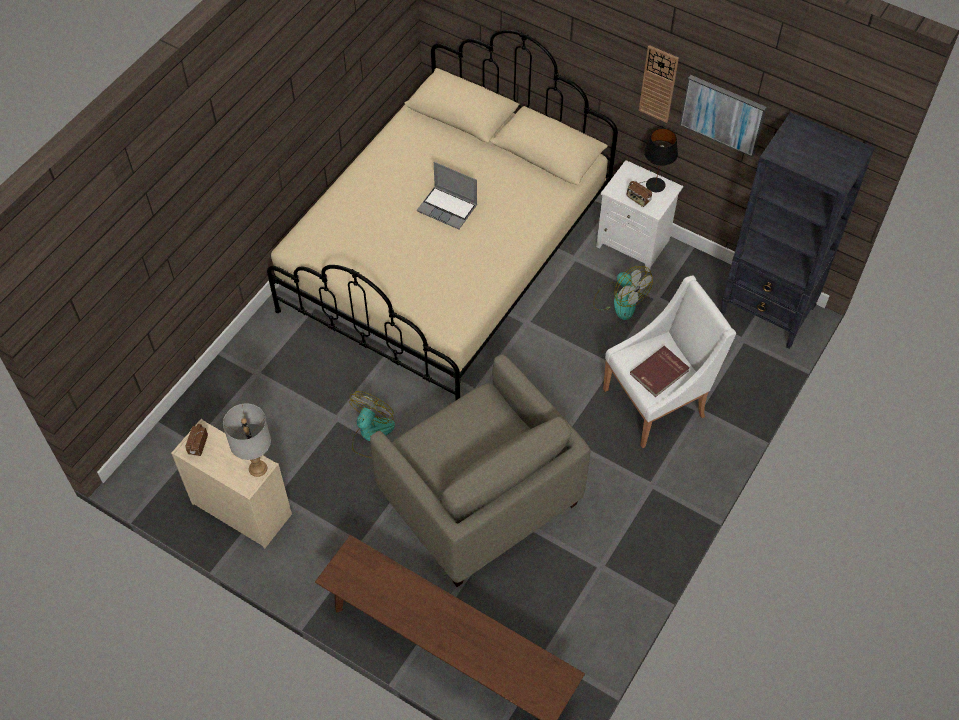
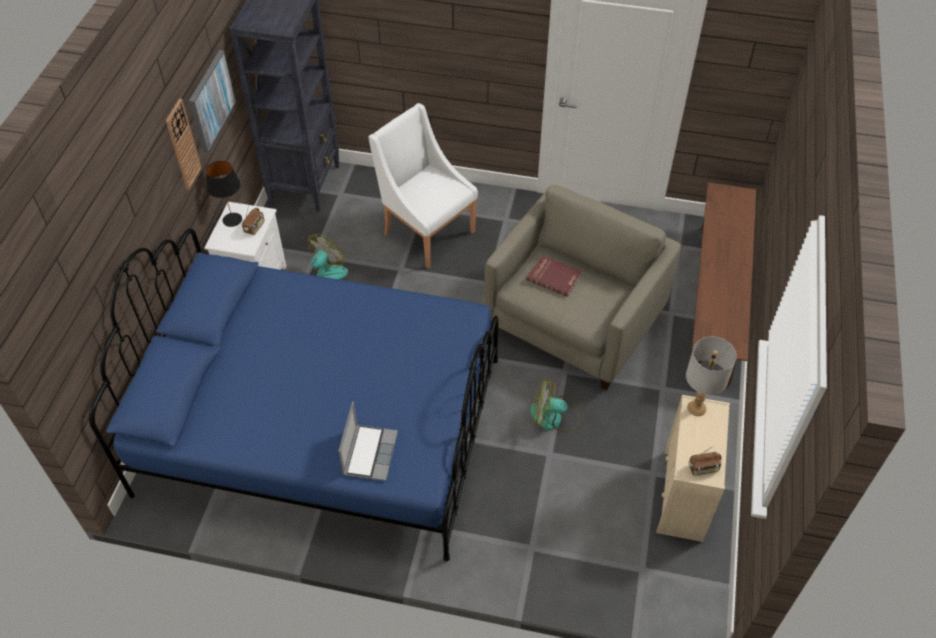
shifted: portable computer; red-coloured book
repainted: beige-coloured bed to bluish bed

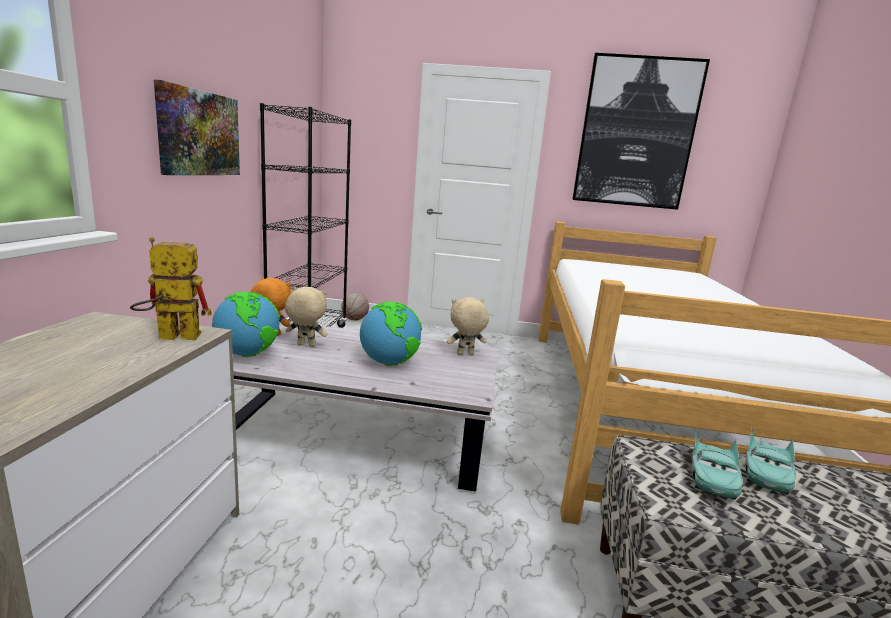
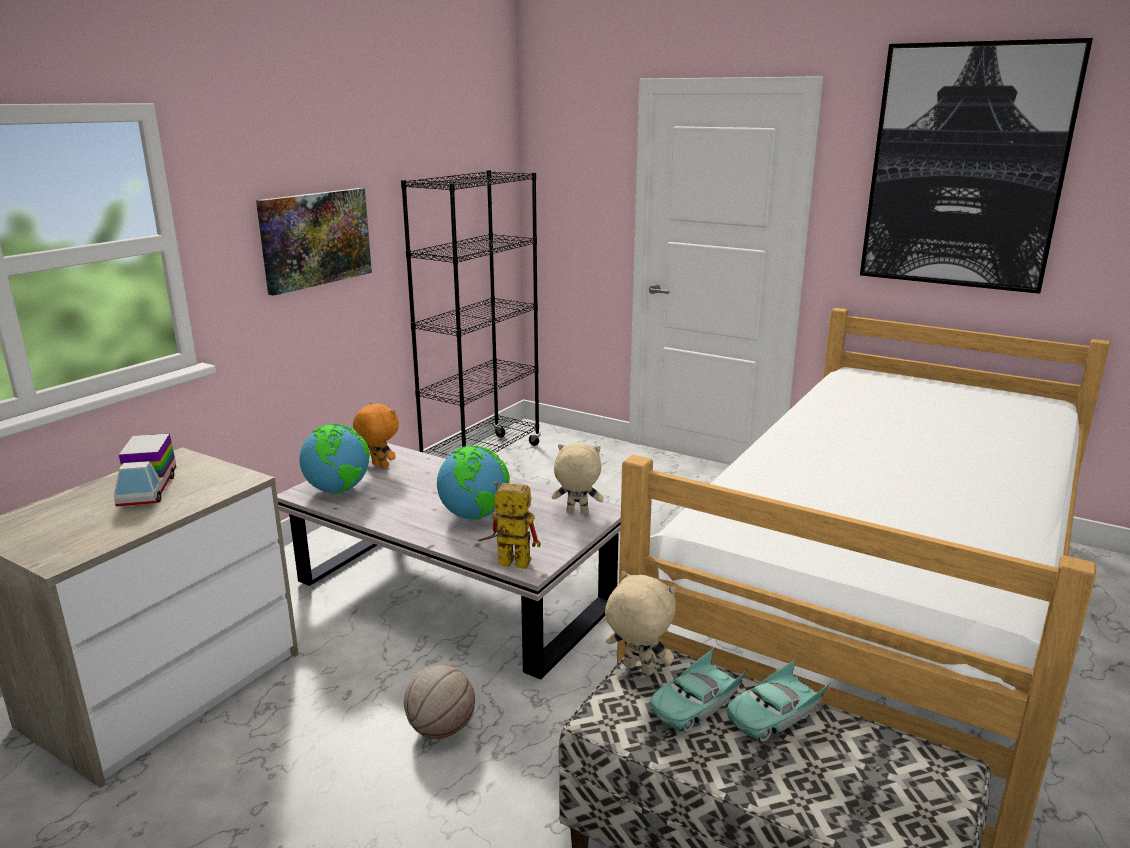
new: model truck
shifted: toy robot; beige-coloured plush toy (no. 1 from left in the first image) to beige-coloured plush toy (no. 2 from left); basketball

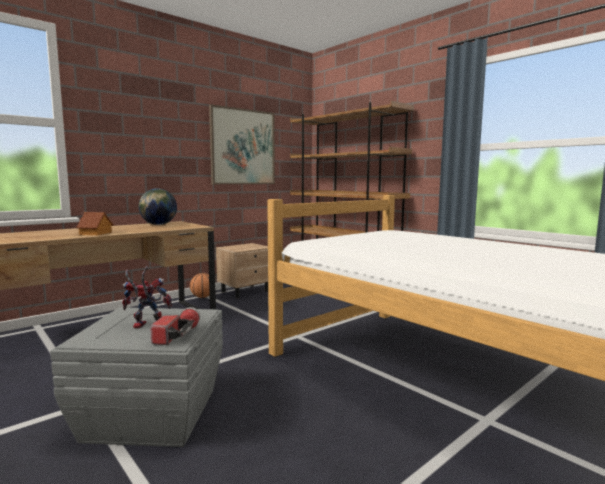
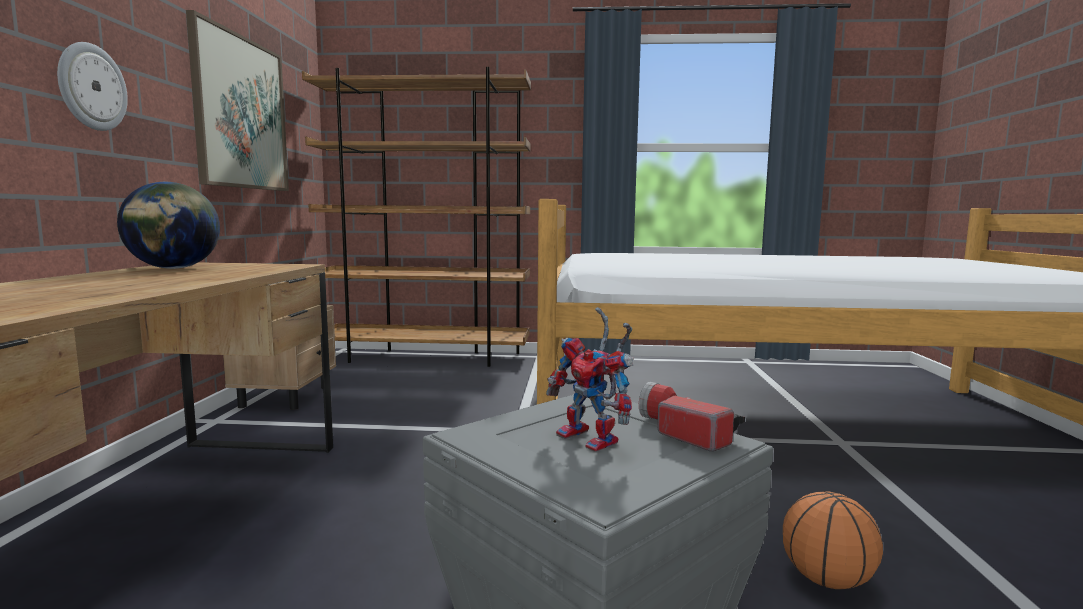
gone: miniature house
new: clock on the wall
shifted: basketball
rotated: toy robot 90 degrees counterclockwise

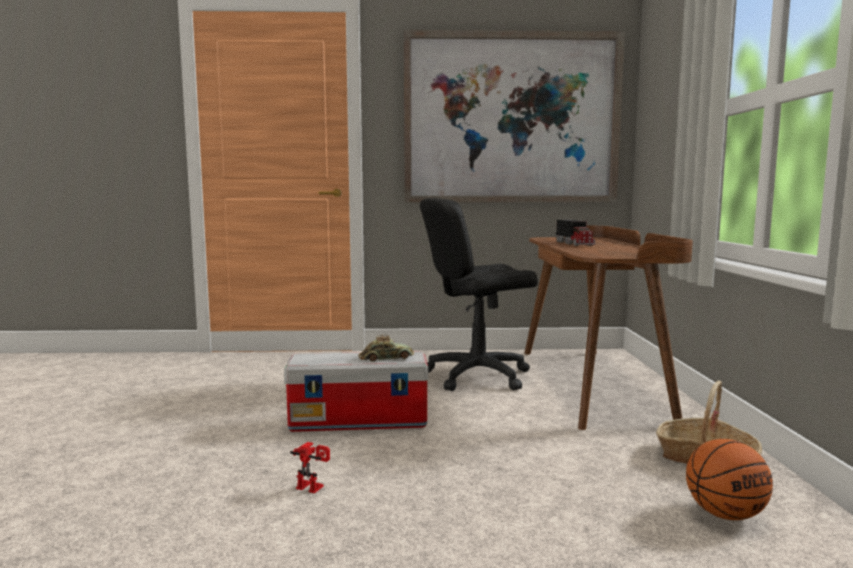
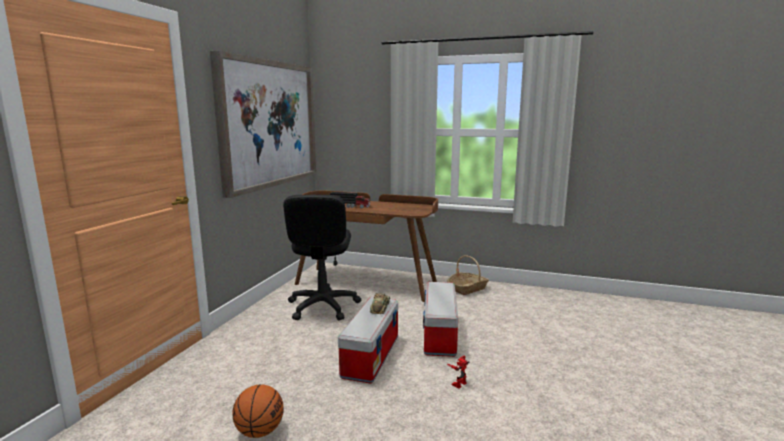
new: storage container (no. 2 from left)
shifted: basketball

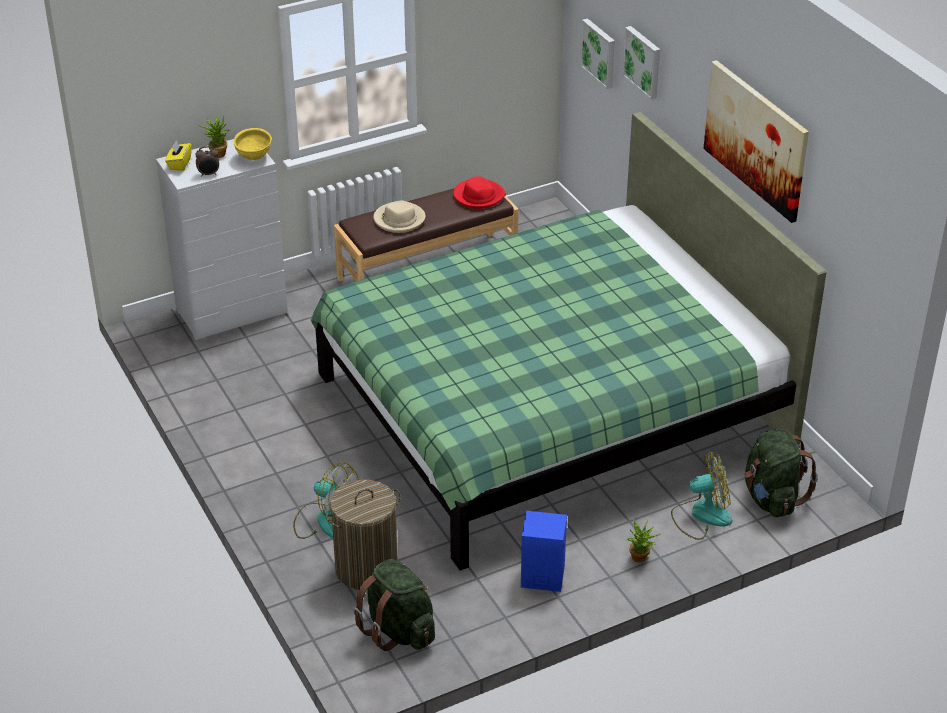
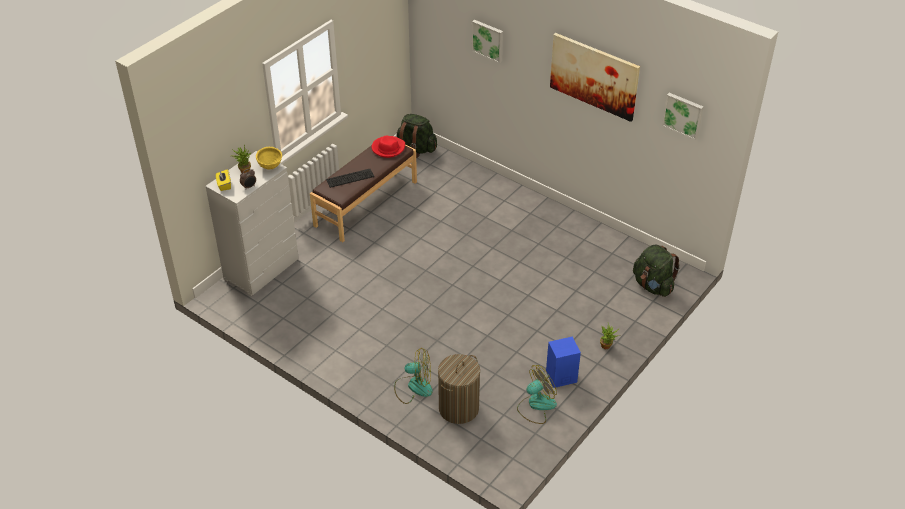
gone: greenish bed
shifted: greenish backpack (no. 1 from left); picture (no. 1 from left in the first image) to picture (no. 3 from left); electric fan (no. 2 from left)
swapped: beige-coloured clothing hat to PC keyboard

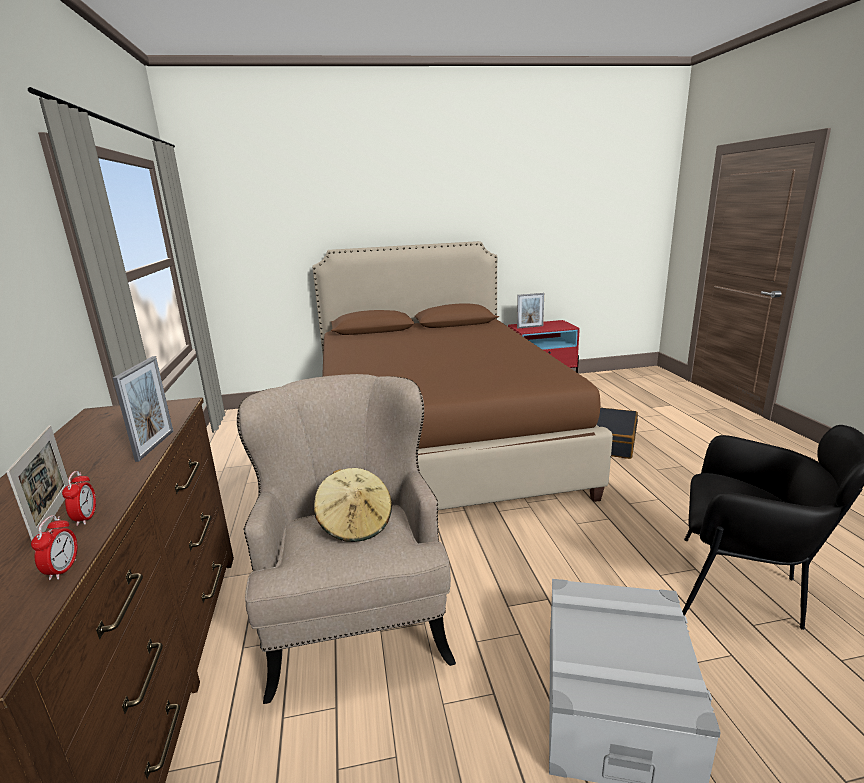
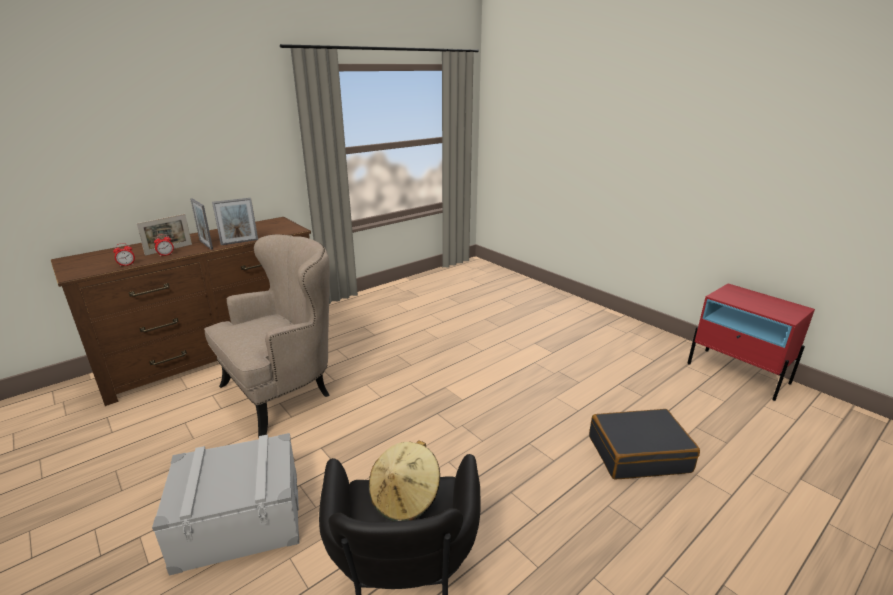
gone: brown-coloured bed
shifted: beige-coloured clothing hat; standing frame (no. 3 from left in the first image) to standing frame (no. 2 from left)

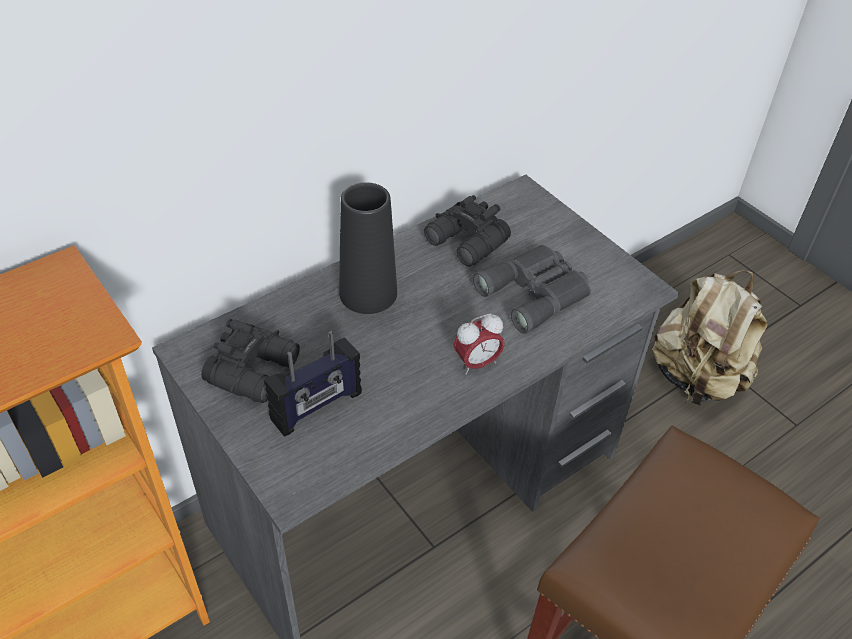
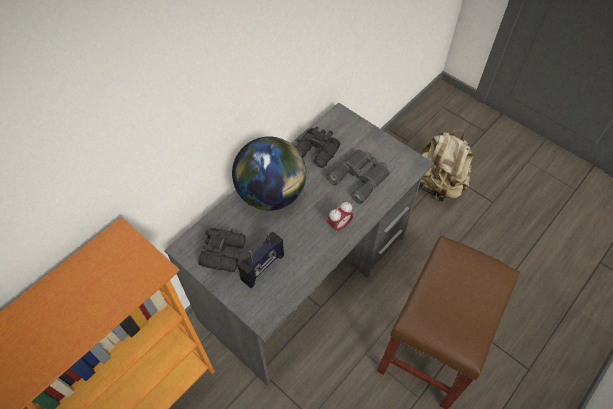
swapped: black decorative vase to globe

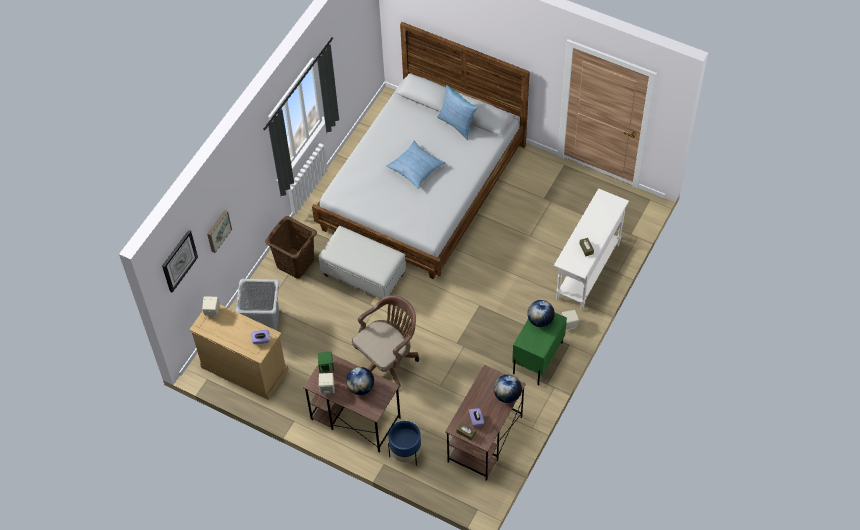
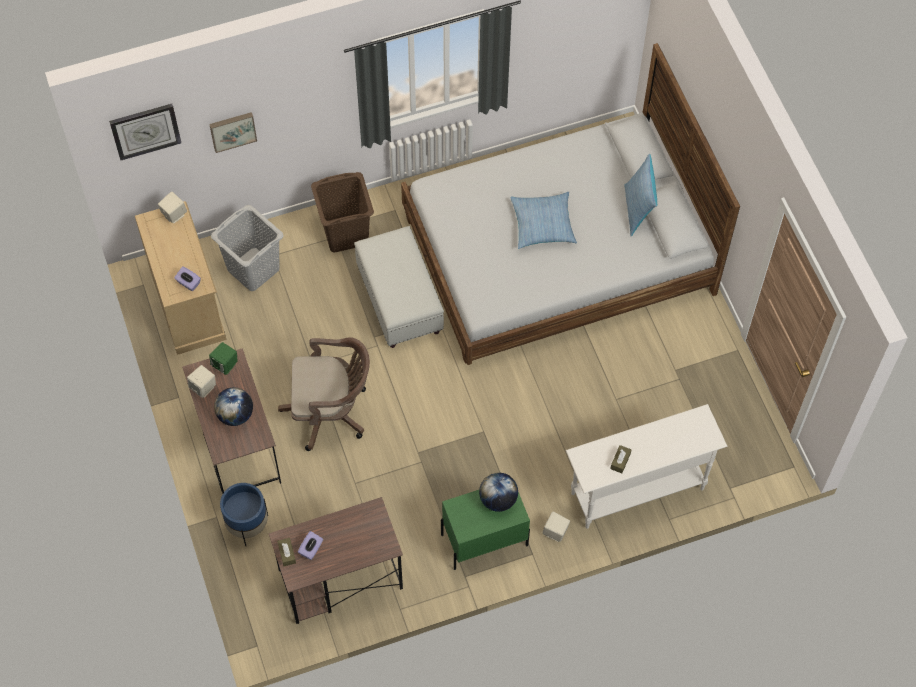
gone: globe (no. 2 from left)

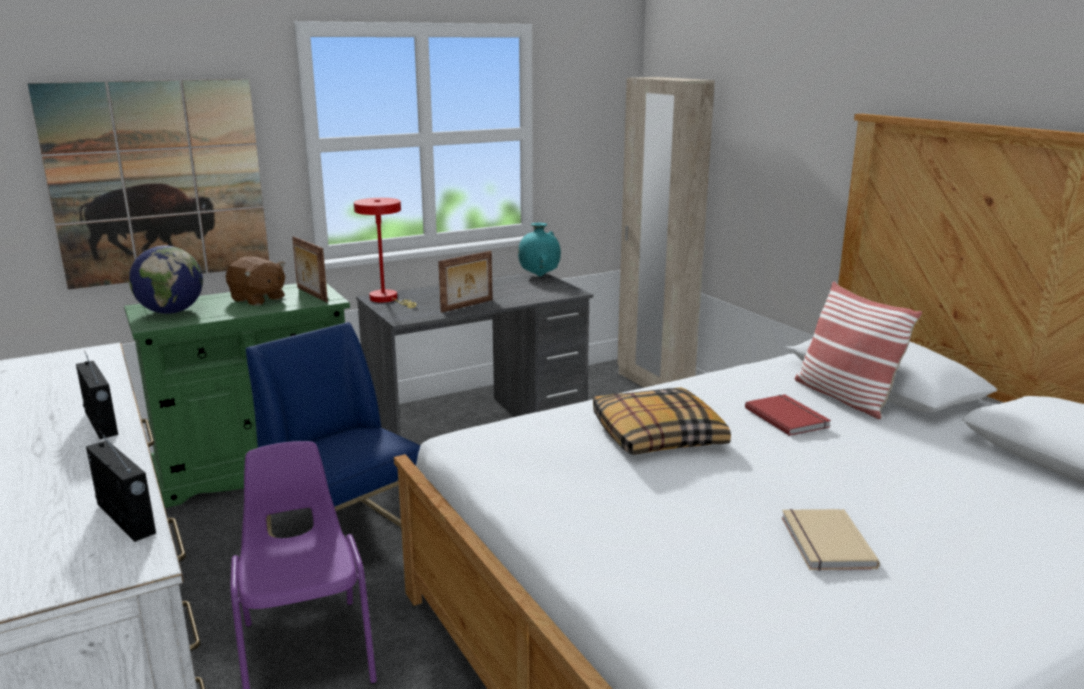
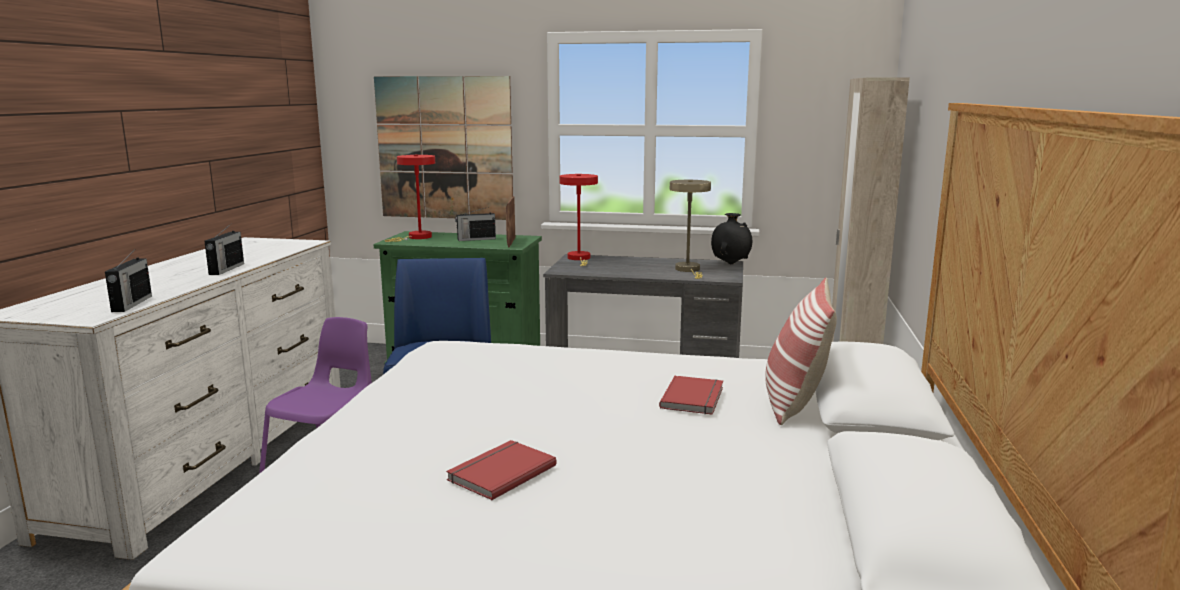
gone: standing frame (no. 2 from left); pillow (no. 1 from left)
new: beige-coloured table lamp
swapped: globe to red-coloured table lamp (no. 1 from left); brown-coloured plush toy to radio set (no. 3 from left)
repainted: blue-green decorative vase to black decorative vase; beige-coloured book to red-coloured book (no. 1 from left)

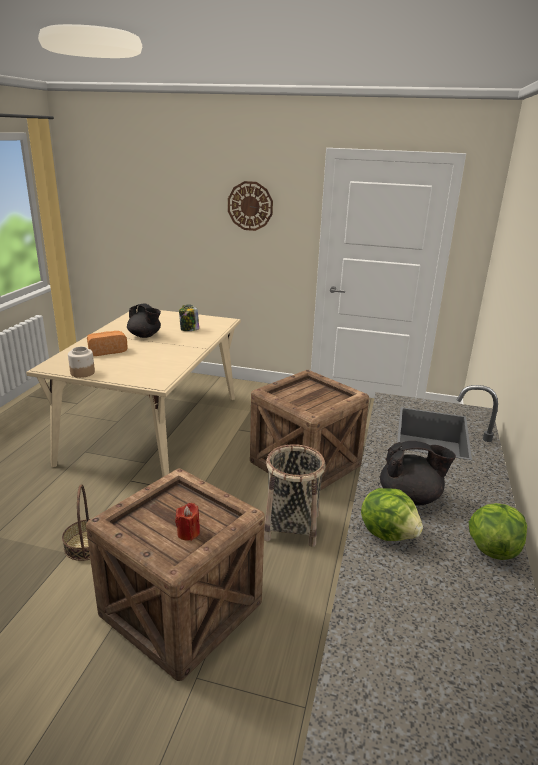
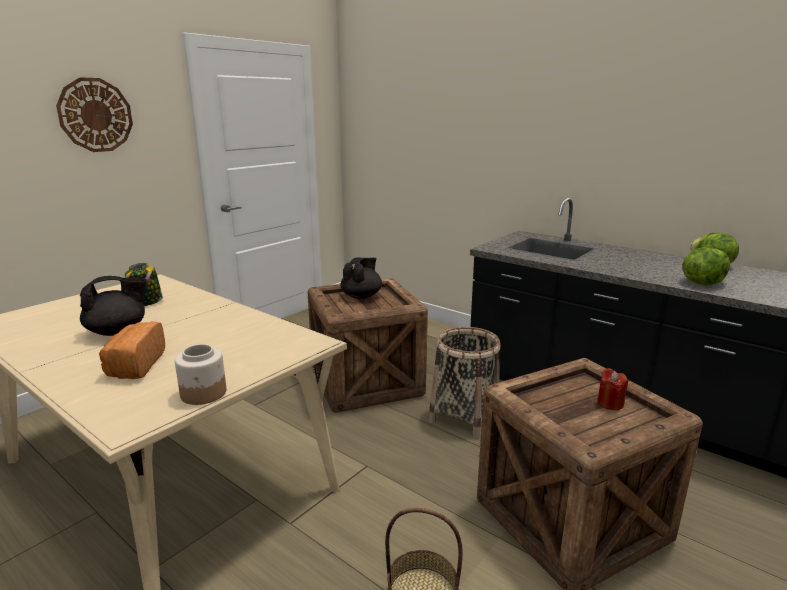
shifted: black tea pot (no. 2 from left)

